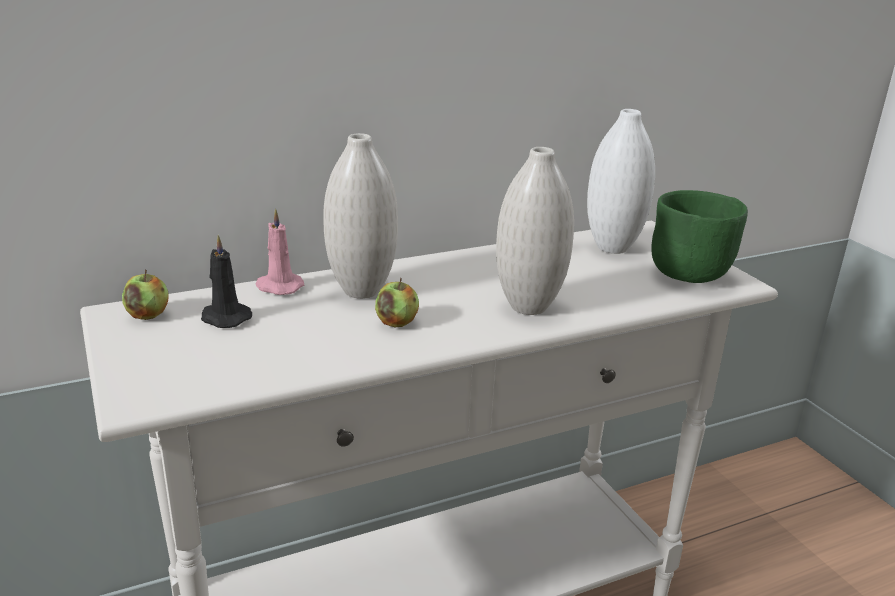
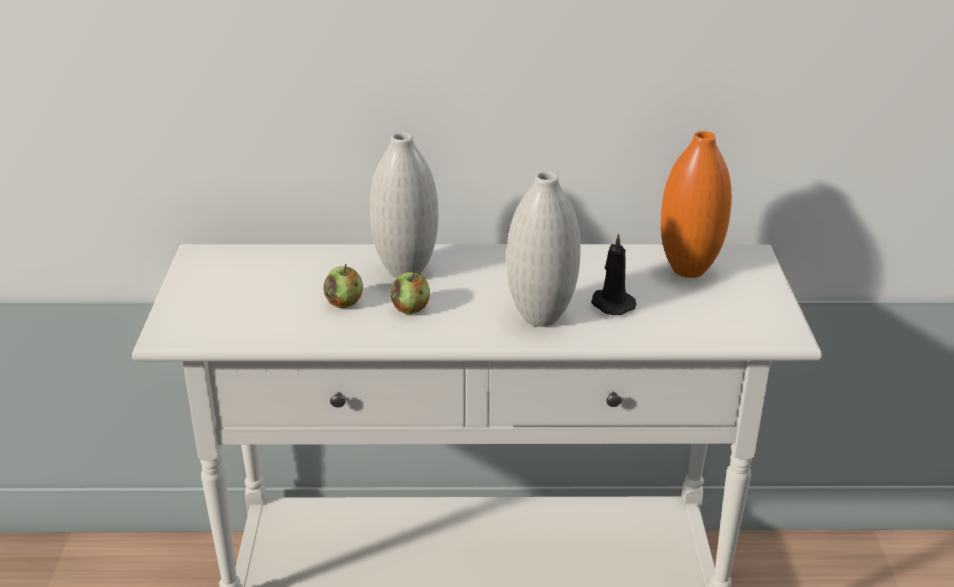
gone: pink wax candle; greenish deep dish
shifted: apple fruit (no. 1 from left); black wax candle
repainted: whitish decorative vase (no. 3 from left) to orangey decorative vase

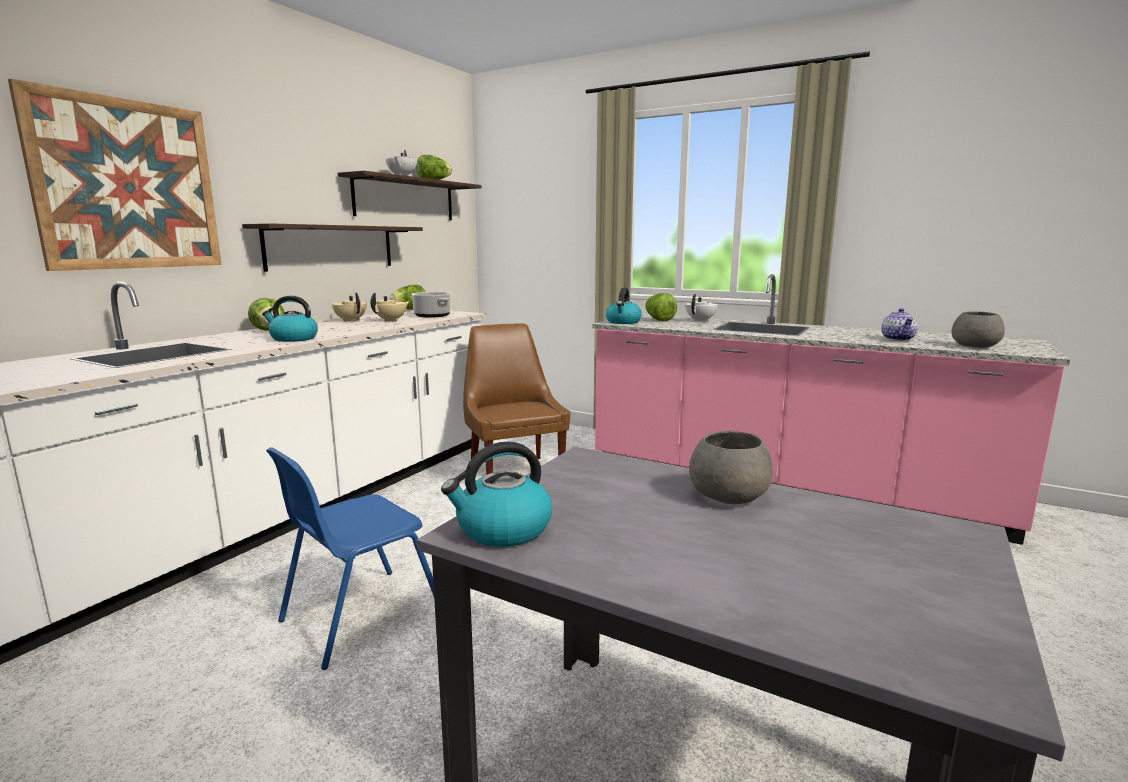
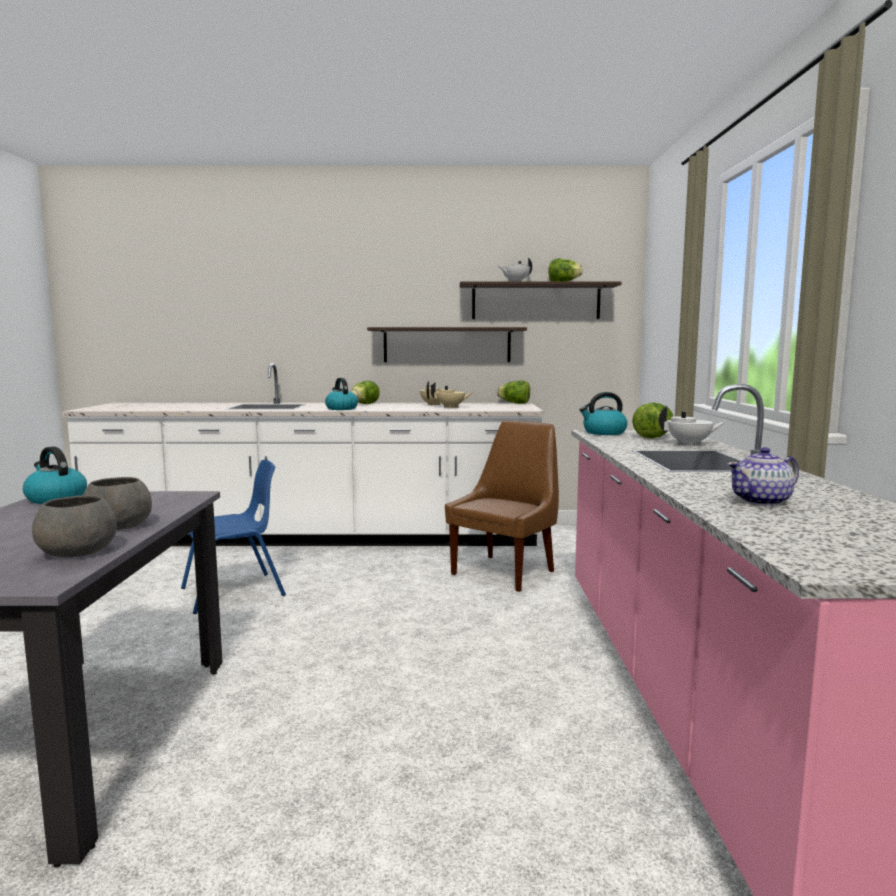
gone: picture; saucepot
shifted: grey deep dish (no. 2 from left in the first image) to grey deep dish (no. 1 from left)
rotated: bluish upright chair 135 degrees clockwise

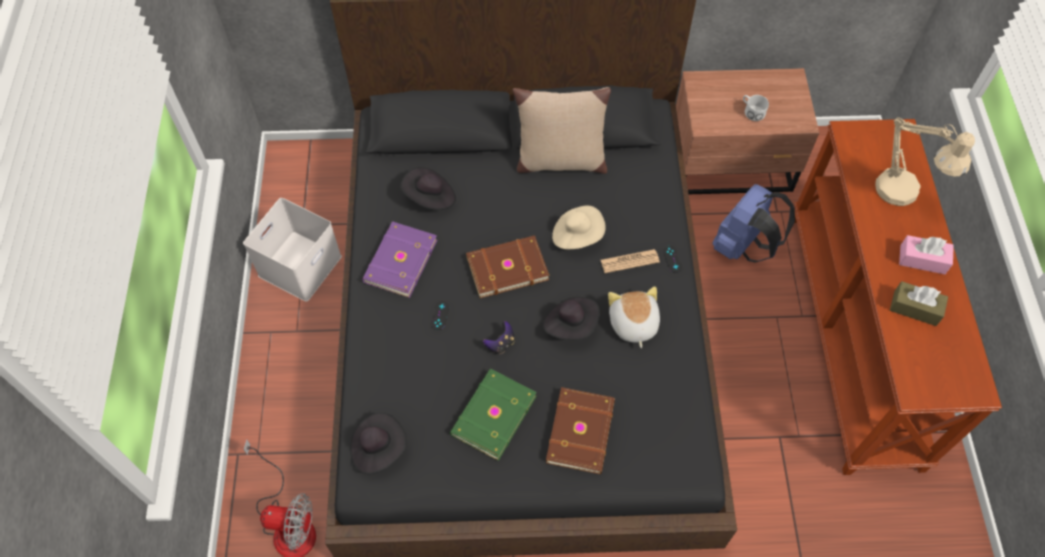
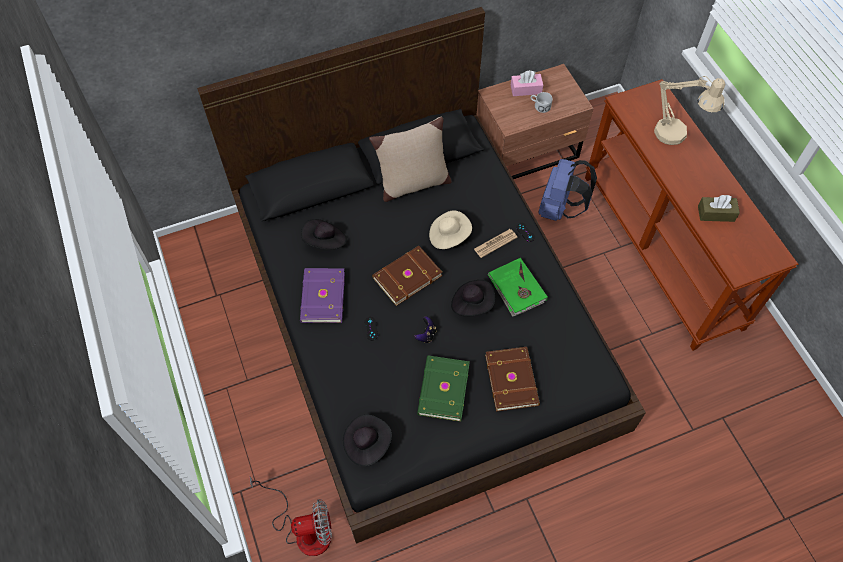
gone: whitish storage container
shifted: pink tissue holder
swapped: plush toy to greenish book (no. 2 from left)

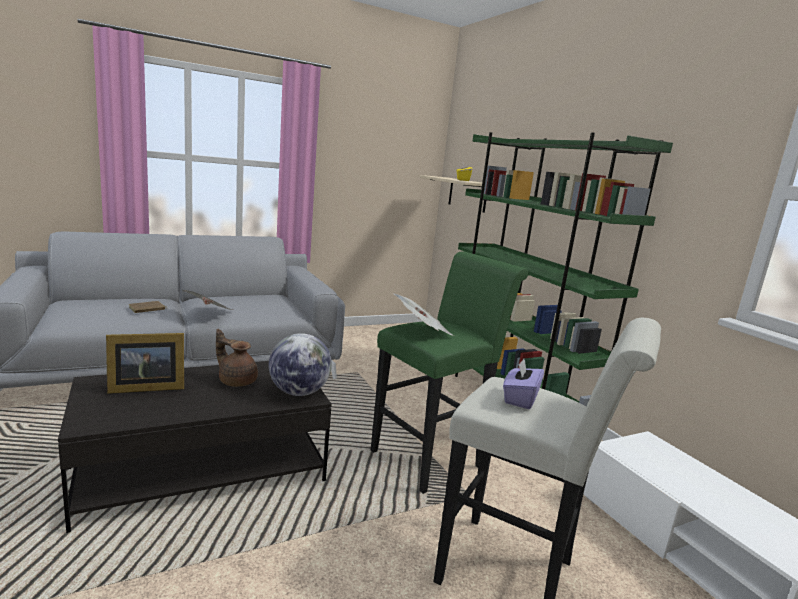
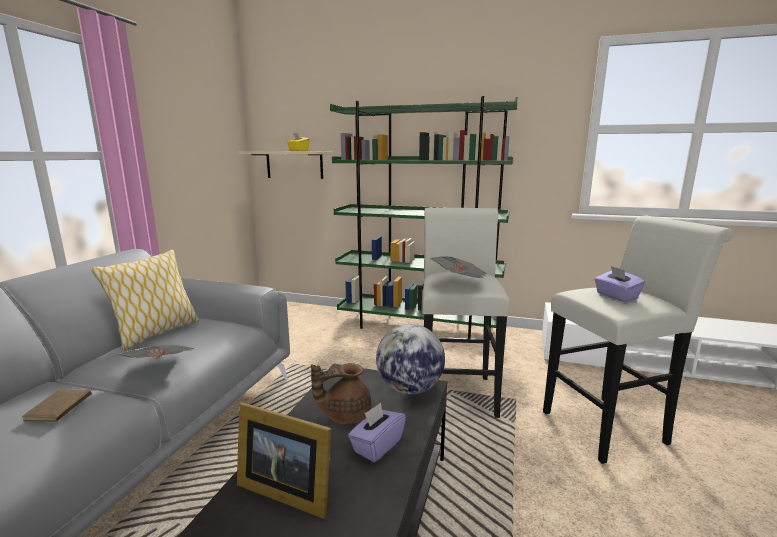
new: pillow; purple-coloured tissue holder (no. 1 from left)
repainted: greenish stool seat to whitish stool seat (no. 1 from left)
rotated: standing frame 90 degrees clockwise

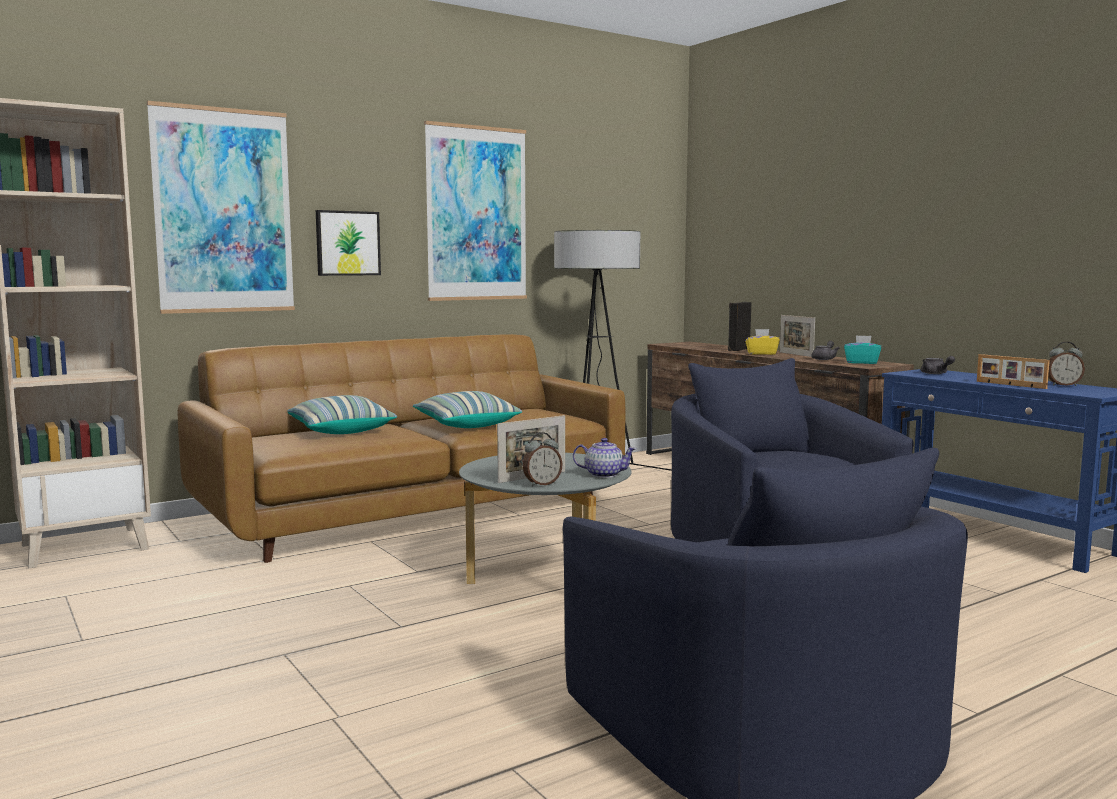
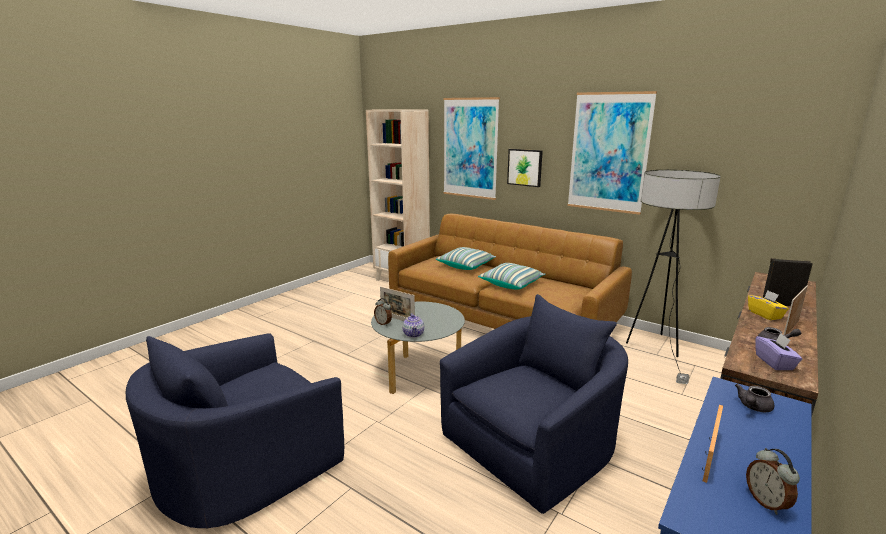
repainted: blue-green tissue holder to purple-coloured tissue holder

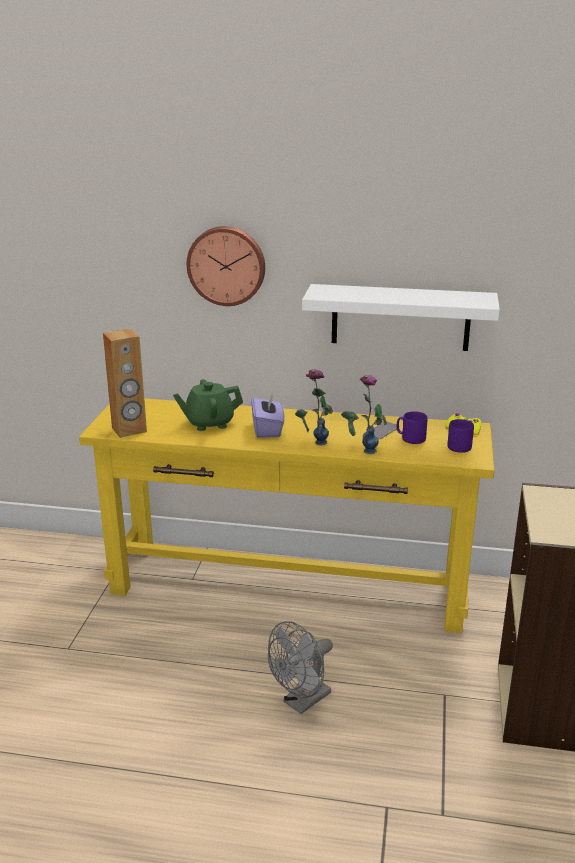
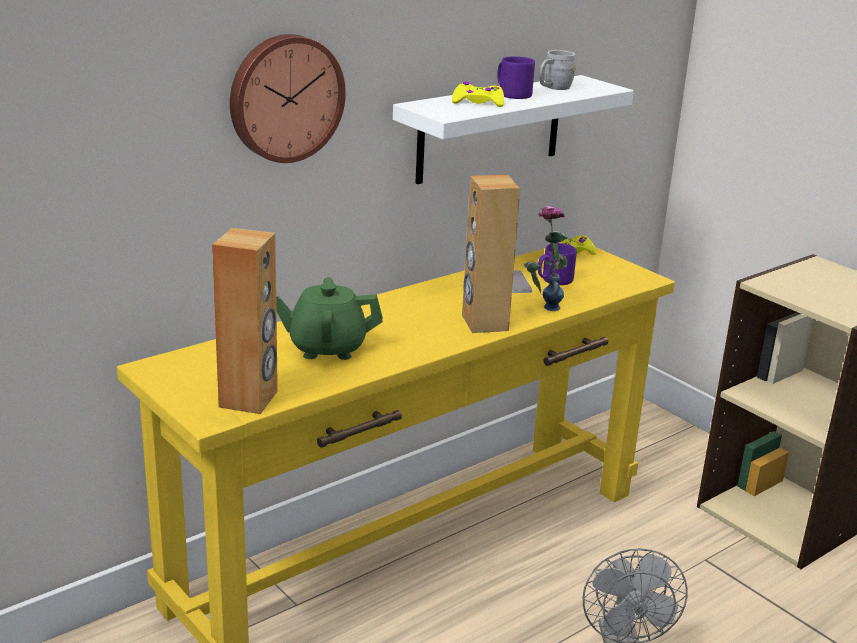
gone: purple-coloured tissue holder
new: yellow-coloured gamepad (no. 1 from left); grey mug
shifted: purple-coloured mug (no. 2 from left in the first image) to purple-coloured mug (no. 1 from left)
swapped: decorative vase (no. 1 from left) to brown-coloured audio speaker (no. 2 from left)
rotated: greenish tea pot 60 degrees clockwise

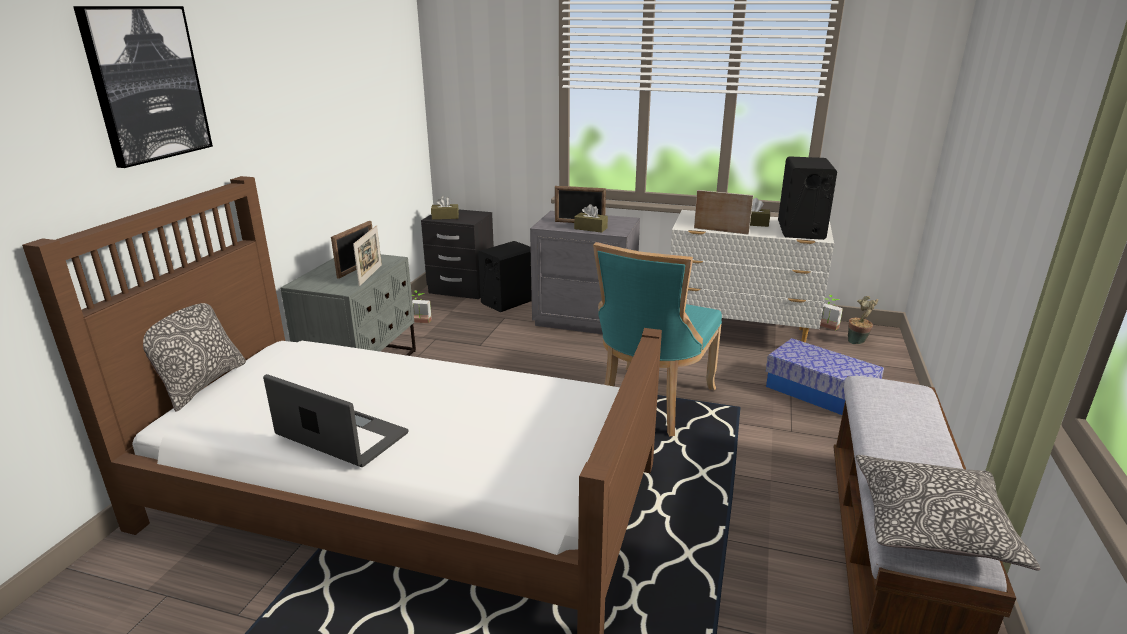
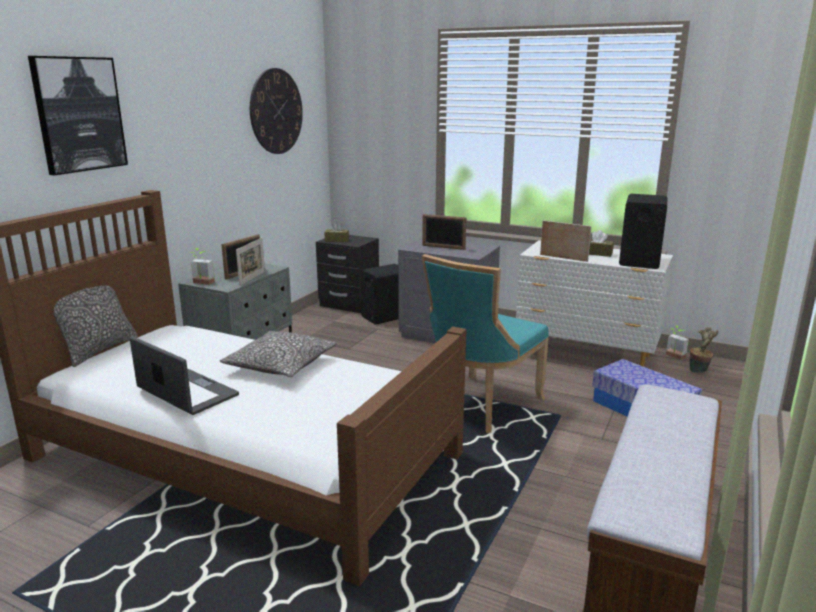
gone: brown-coloured tissue holder (no. 2 from left)
new: clock on the wall
shifted: plant in a pot (no. 1 from left); pillow (no. 2 from left)

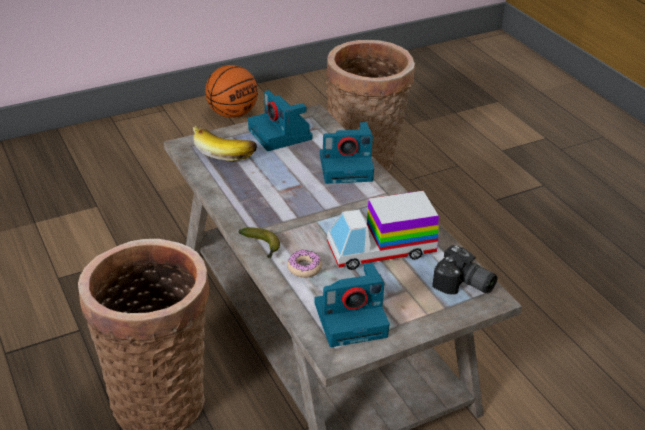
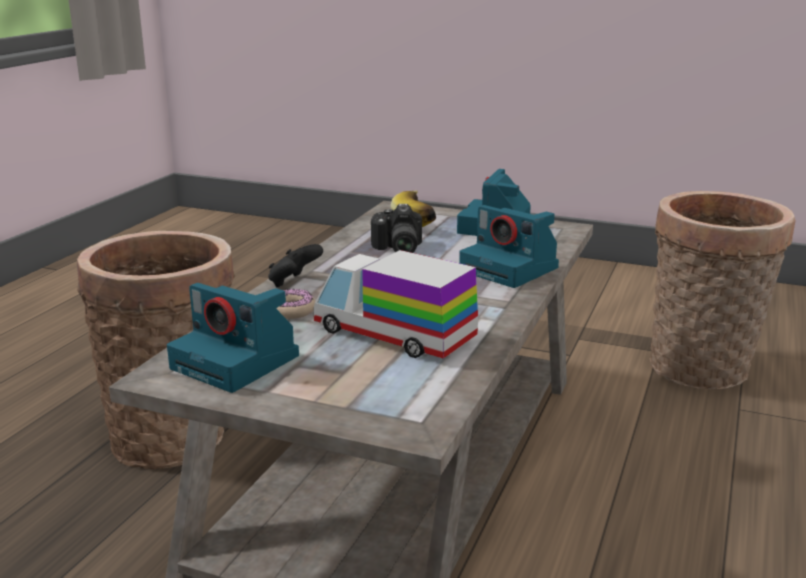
gone: basketball
shifted: still camera (no. 4 from left in the first image) to still camera (no. 2 from left)
swapped: whole banana (no. 2 from left) to black gamepad

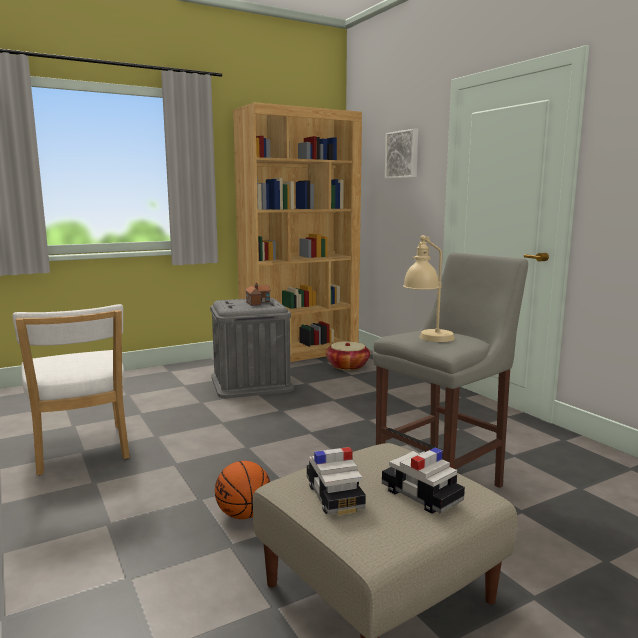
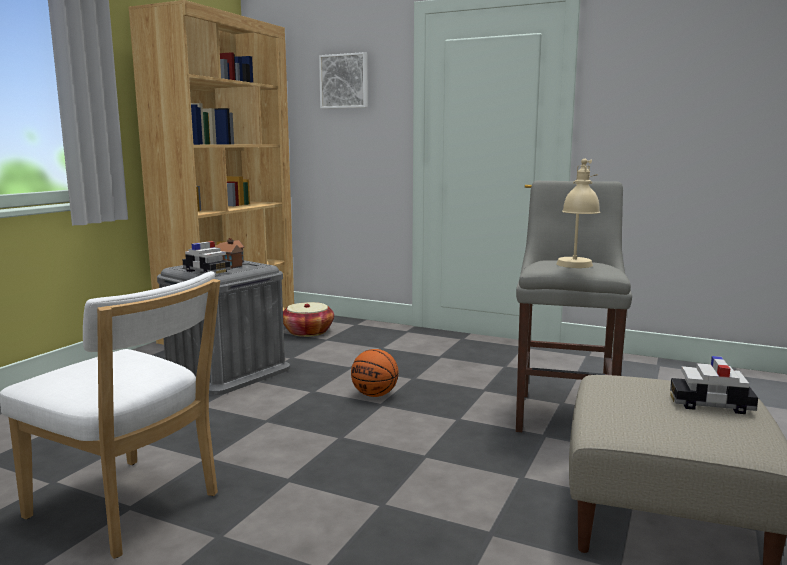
shifted: basketball; model car (no. 1 from left)

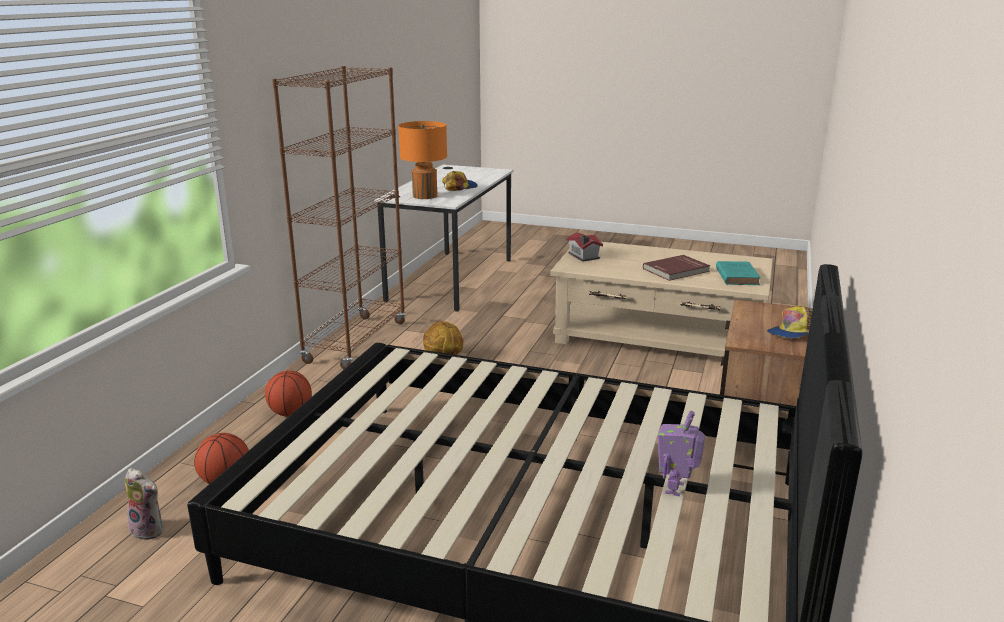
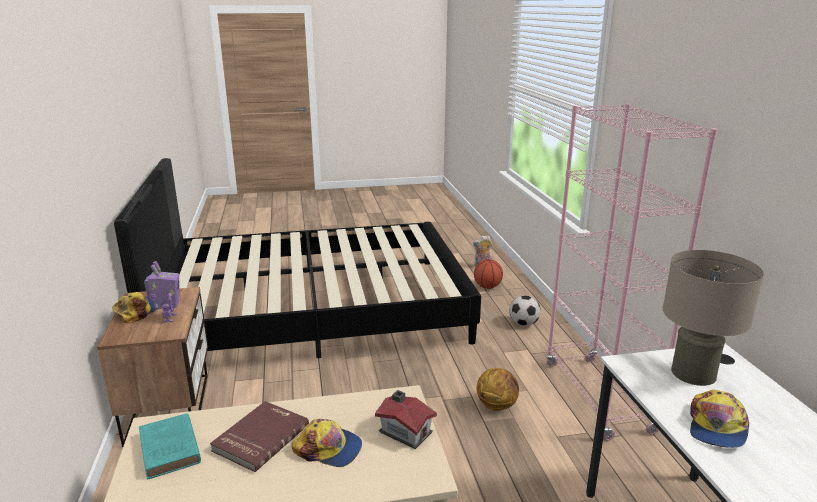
new: peaked cap (no. 2 from left)
shifted: toy robot
swapped: basketball (no. 2 from left) to ball for football
repainted: brown-coloured shelving unit to pink shelving unit; orangey table lamp to beige-coloured table lamp

